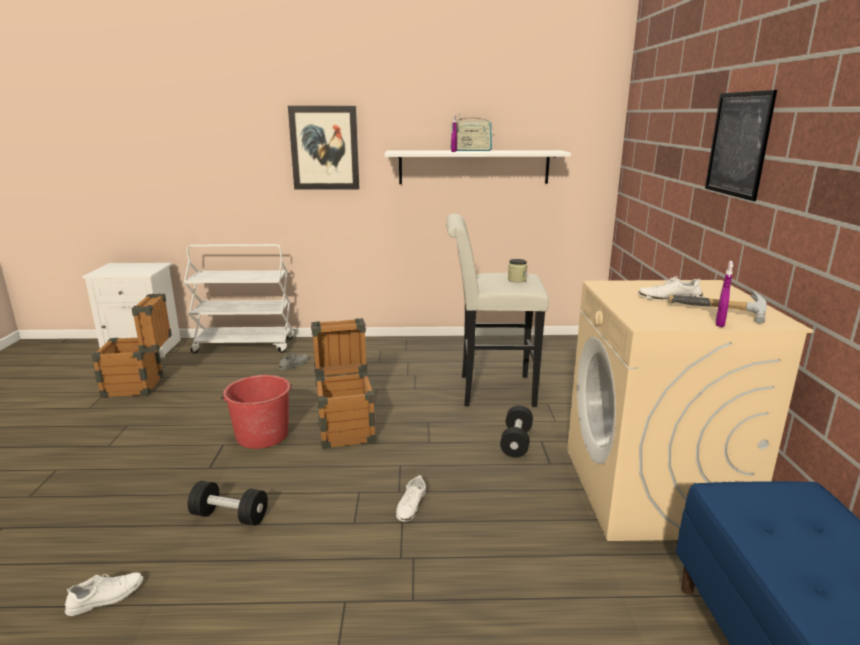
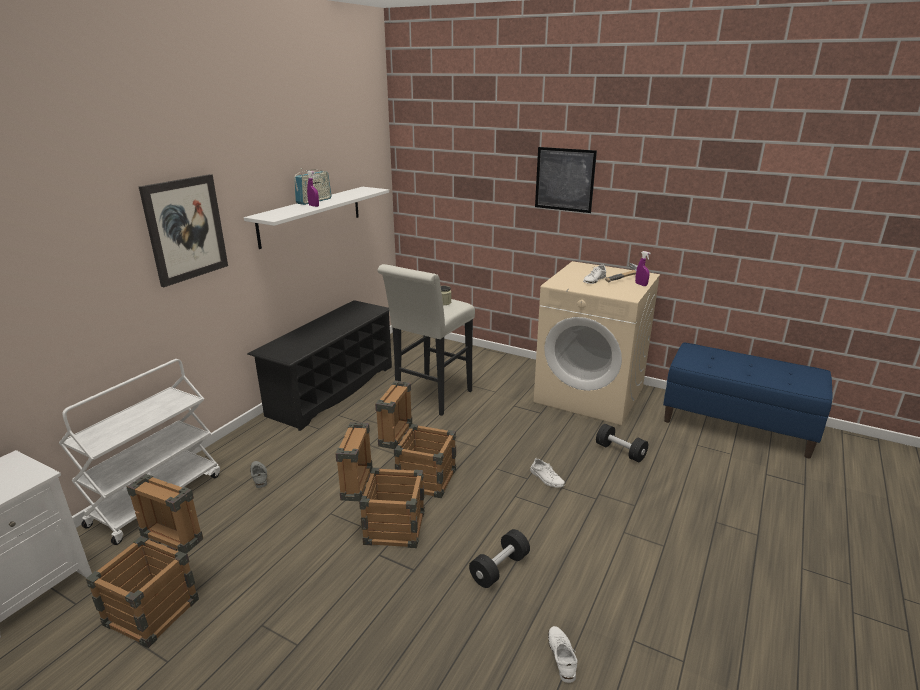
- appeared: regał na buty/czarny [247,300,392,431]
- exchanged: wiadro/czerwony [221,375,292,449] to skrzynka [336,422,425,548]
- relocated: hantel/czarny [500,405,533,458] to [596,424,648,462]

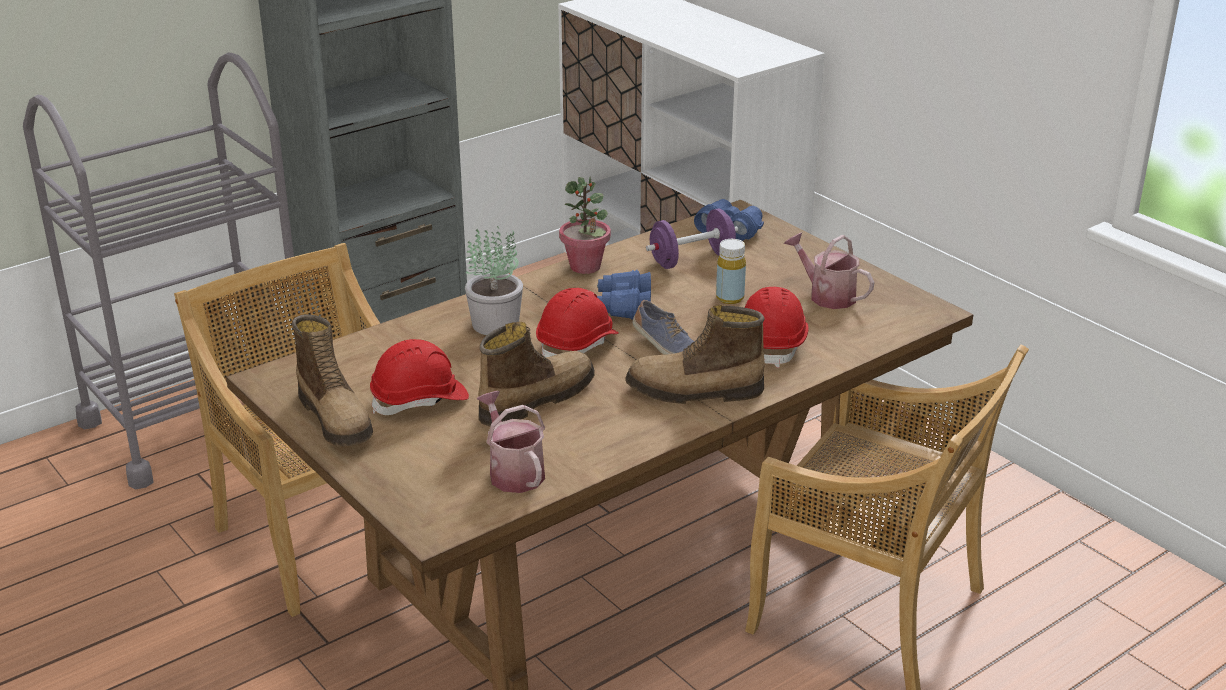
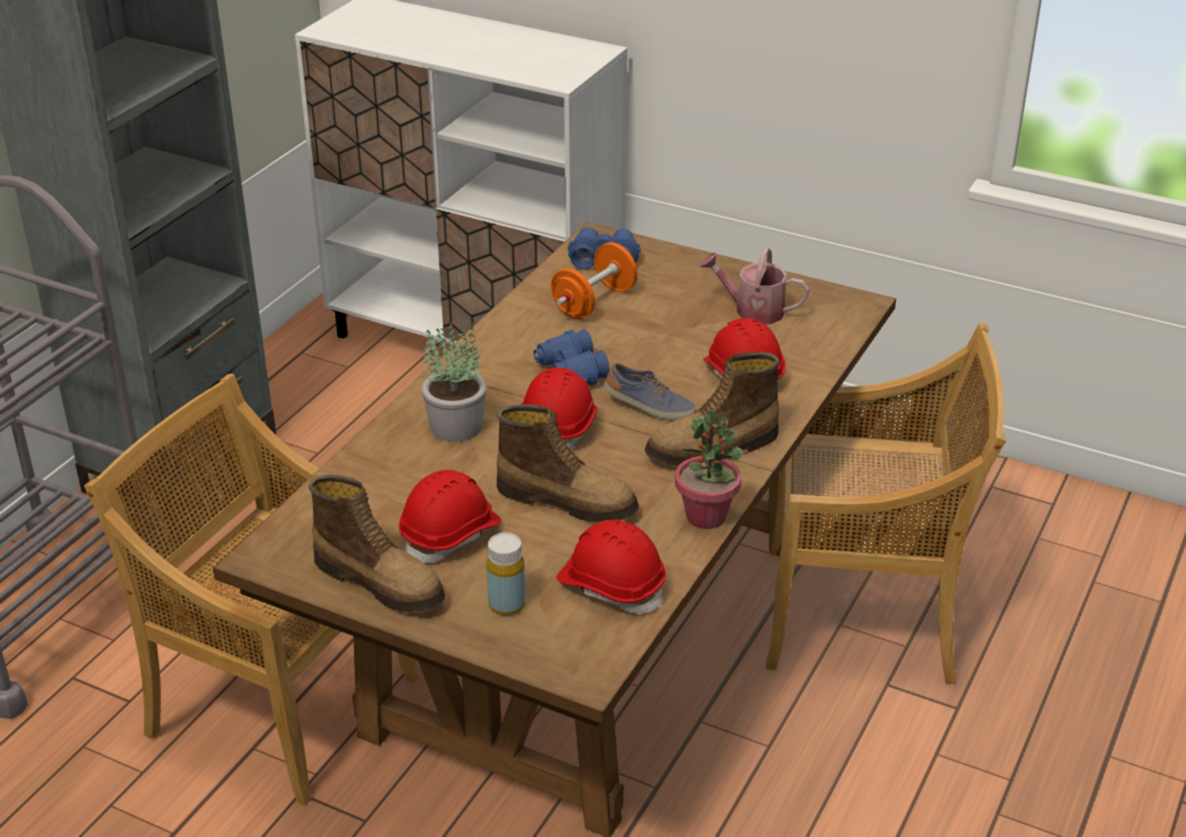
- relocated: butelka/żółty [716,239,746,304] to [486,533,526,615]
- spun: but z cholewką [478,322,595,426] = [497,404,639,522] 90 degrees clockwise
- colour: hantel/fioletowy [646,208,738,269] to hantel/pomarańczowy [551,242,638,319]
- exchanged: konewka [477,391,545,493] to kask/czerwony [556,520,666,614]
- relocated: roślina doniczkowa [559,177,611,274] to [675,410,743,529]

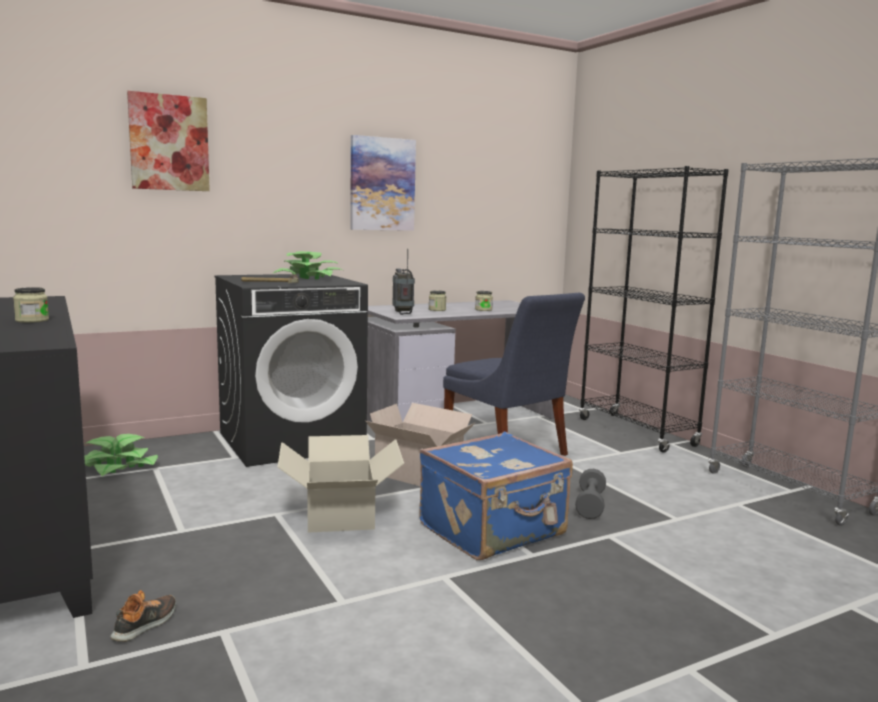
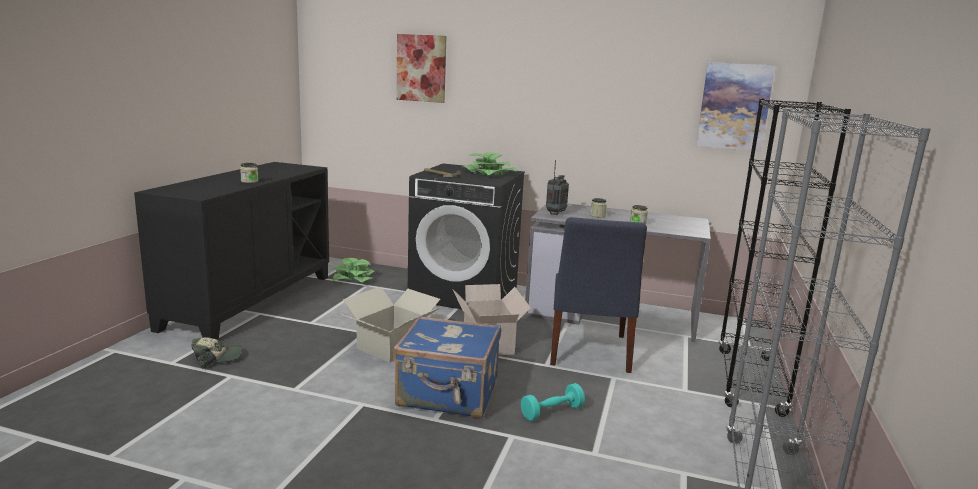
- exchanged: but [110,590,176,642] to czapka z daszkiem [192,337,242,369]
- colour: hantel/szary [575,469,606,519] to hantel/turkusowy [521,383,585,421]
- relocated: obraz [350,135,416,231] to [696,62,775,151]

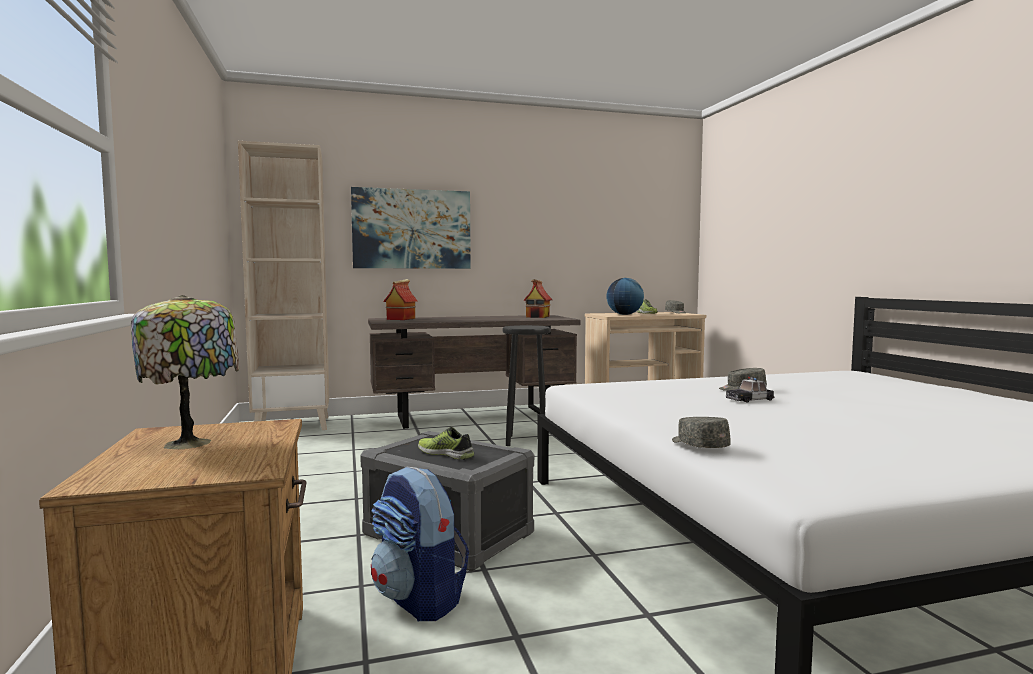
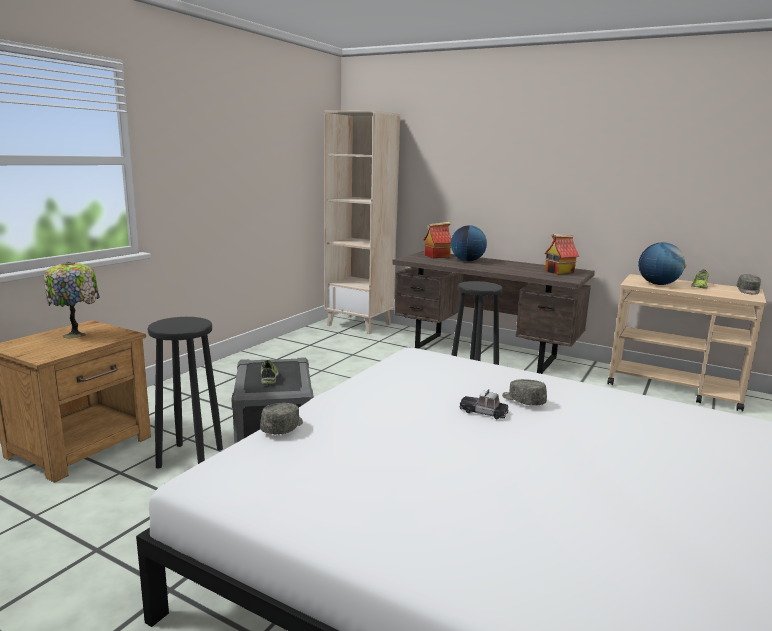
- exchanged: plecak [371,467,469,621] to stołek/czarny [148,317,223,468]
- appeared: globus [451,225,487,262]
- missing: obraz [351,187,471,269]

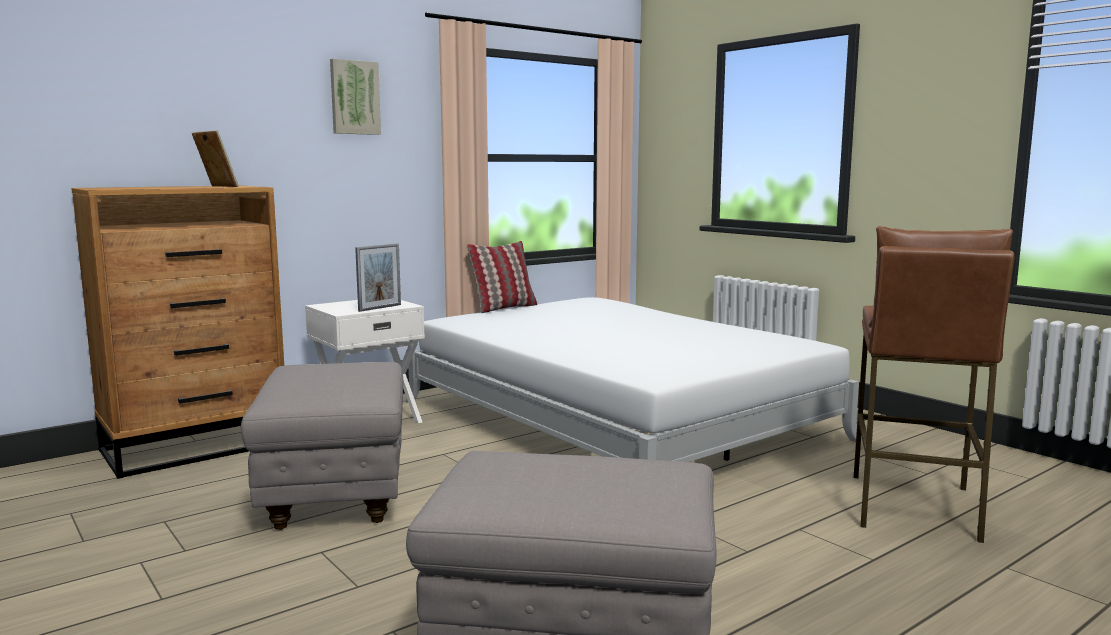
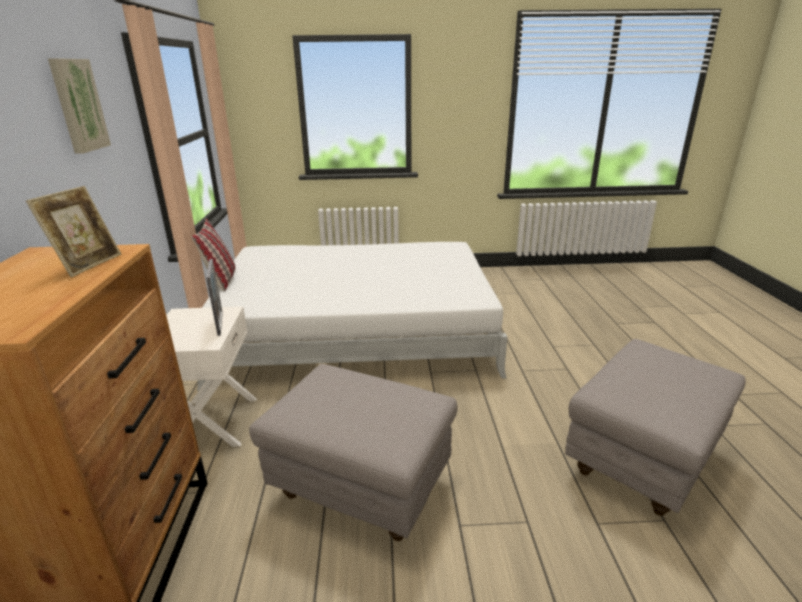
- spun: ramka na zdjęcie [192,130,239,187] = [26,186,121,277] 120 degrees clockwise
- missing: stołek/brązowy [854,226,1015,543]

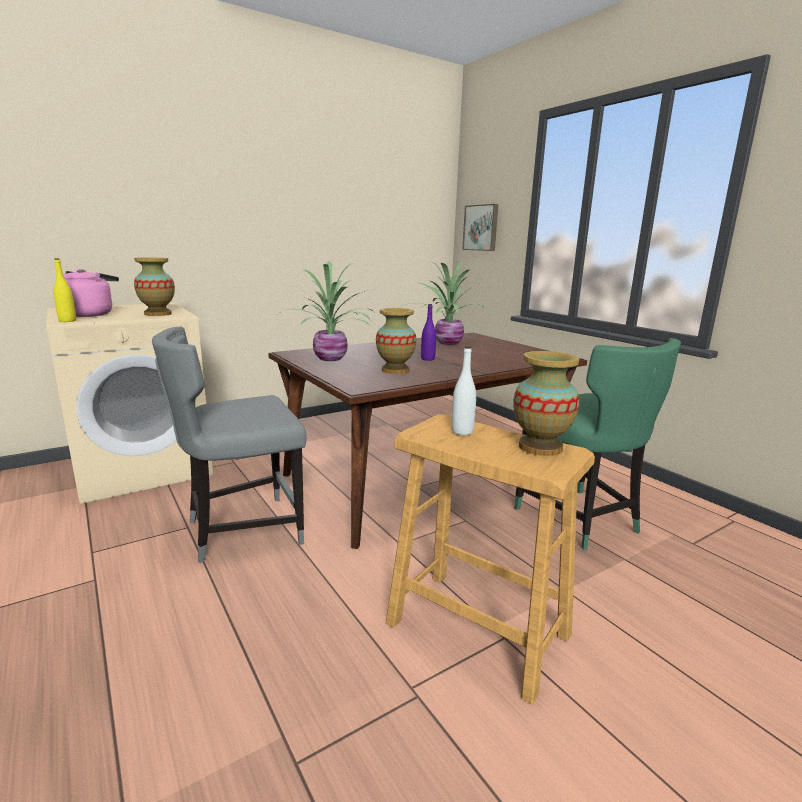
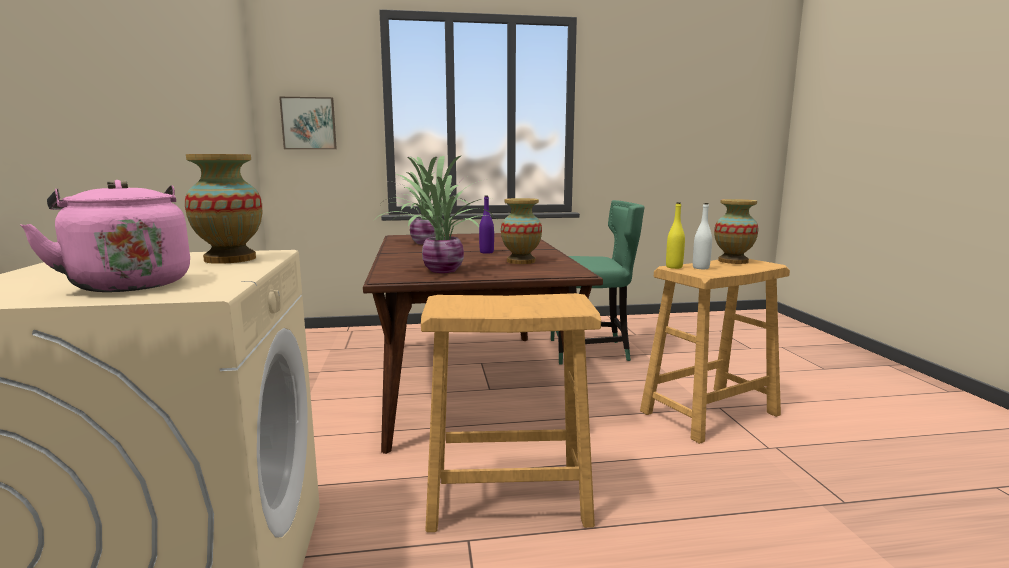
- exchanged: krzesło/szary [152,326,307,563] to stołek/beżowy [421,293,601,532]
- relocated: butelka/żółty [53,258,76,322] to [666,202,685,269]

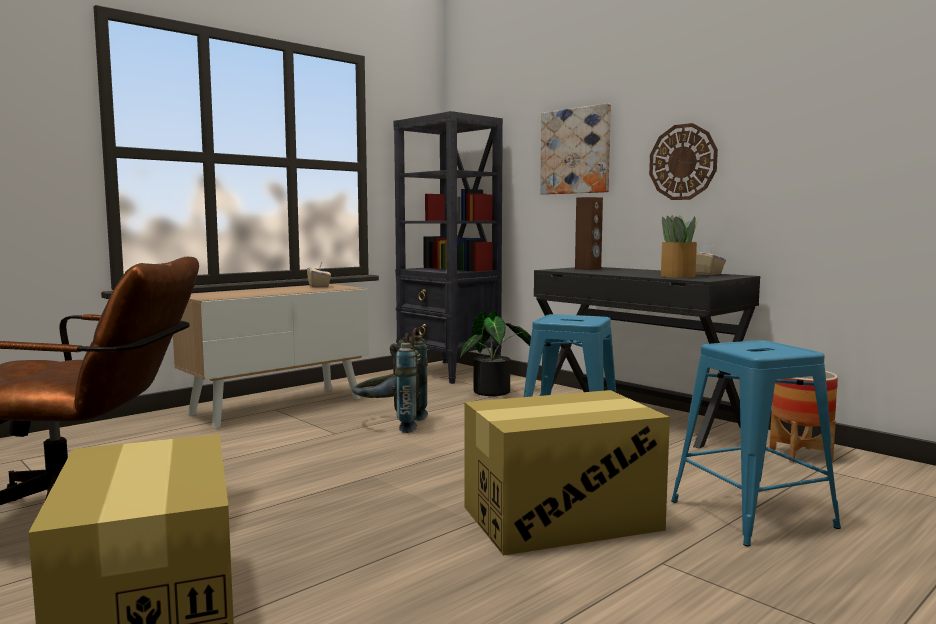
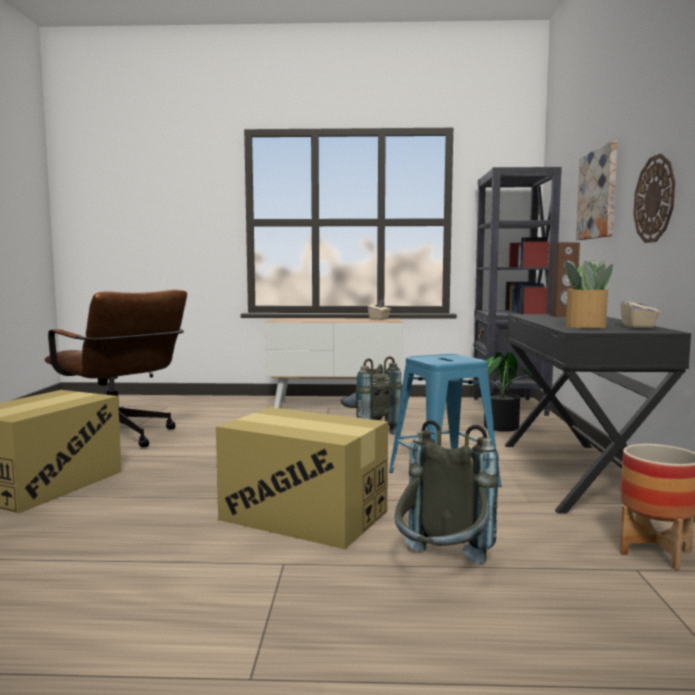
- exchanged: stołek/niebieski [671,340,841,547] to plecak/szary [395,420,499,564]

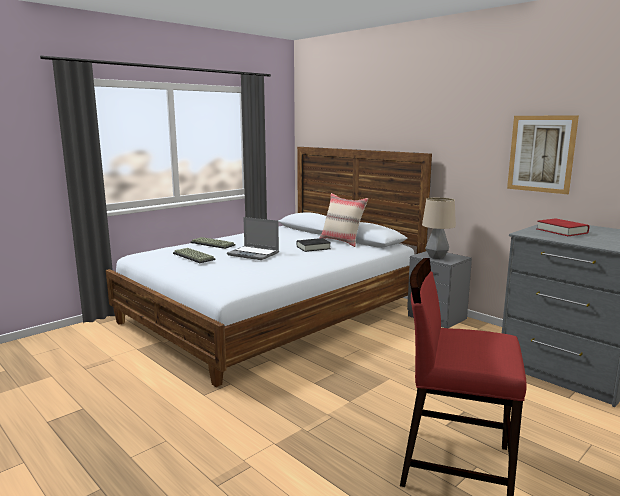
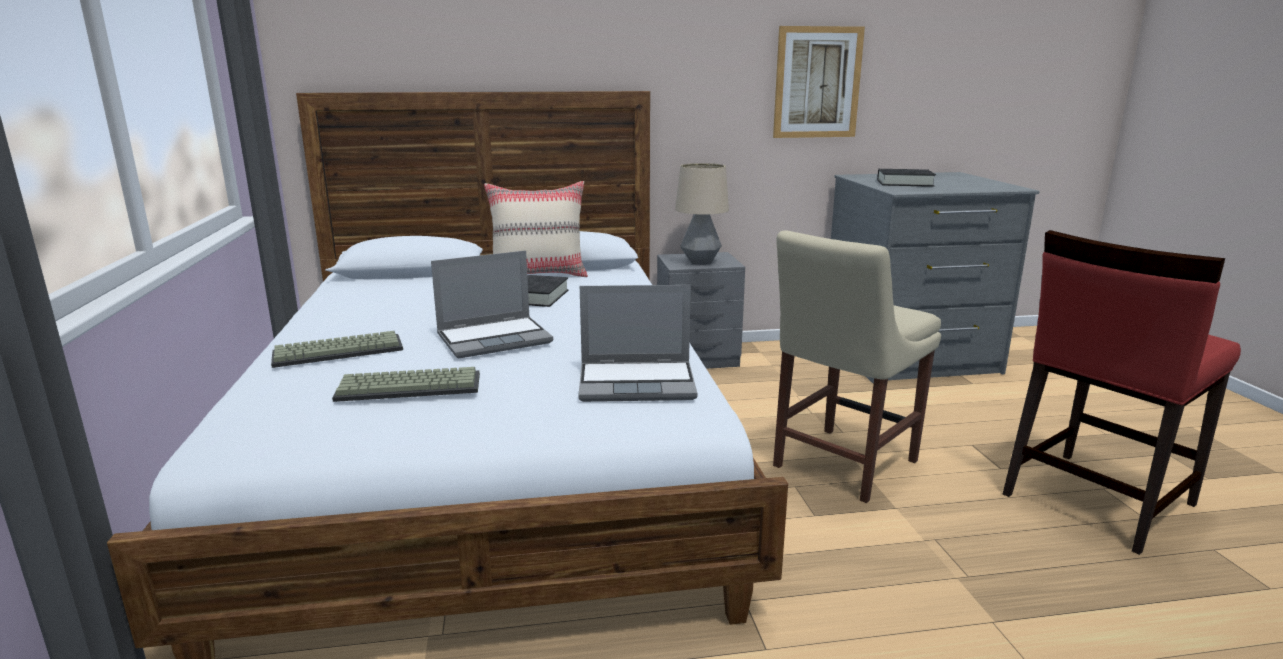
- appeared: laptop [578,285,697,402]
- appeared: krzesło/beżowy [773,230,941,503]
- colour: książka/czerwony [536,218,589,236] to książka/czarny [877,169,936,187]

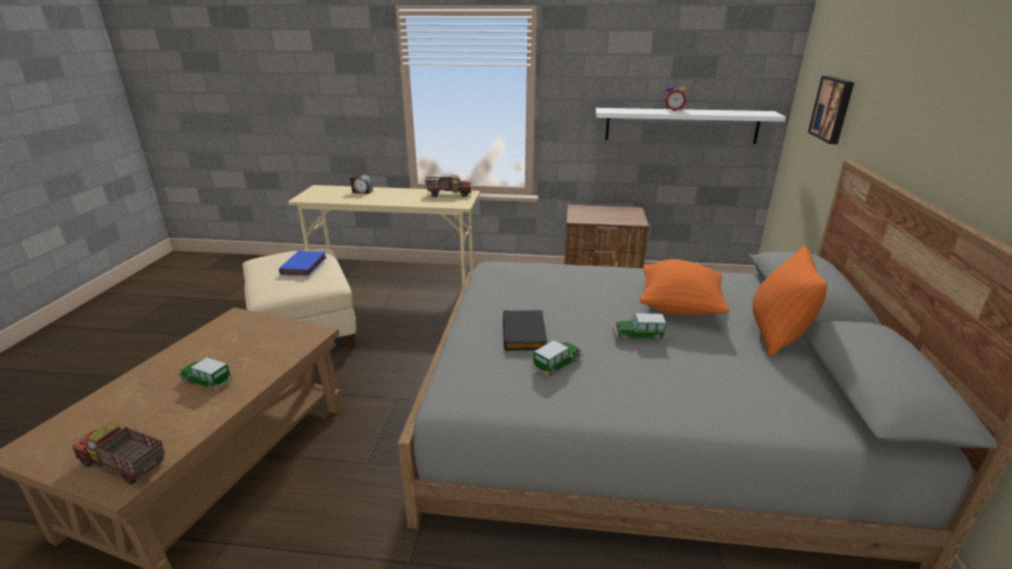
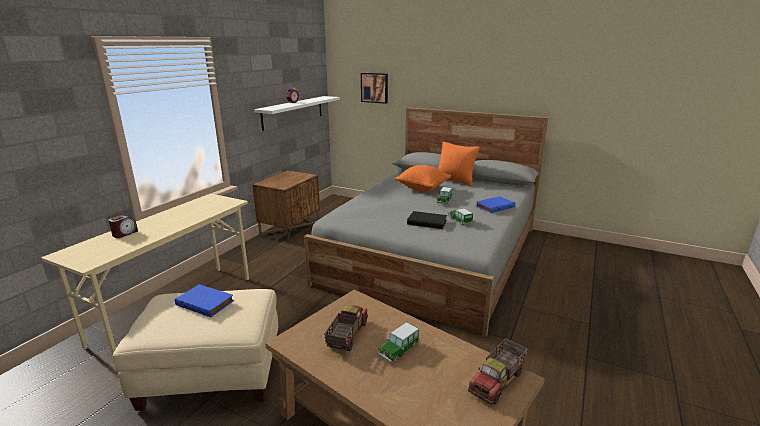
- relocated: ciężarówka zabawkowa [425,176,471,197] to [324,306,368,351]
- appeared: książka/niebieski [476,196,515,213]

